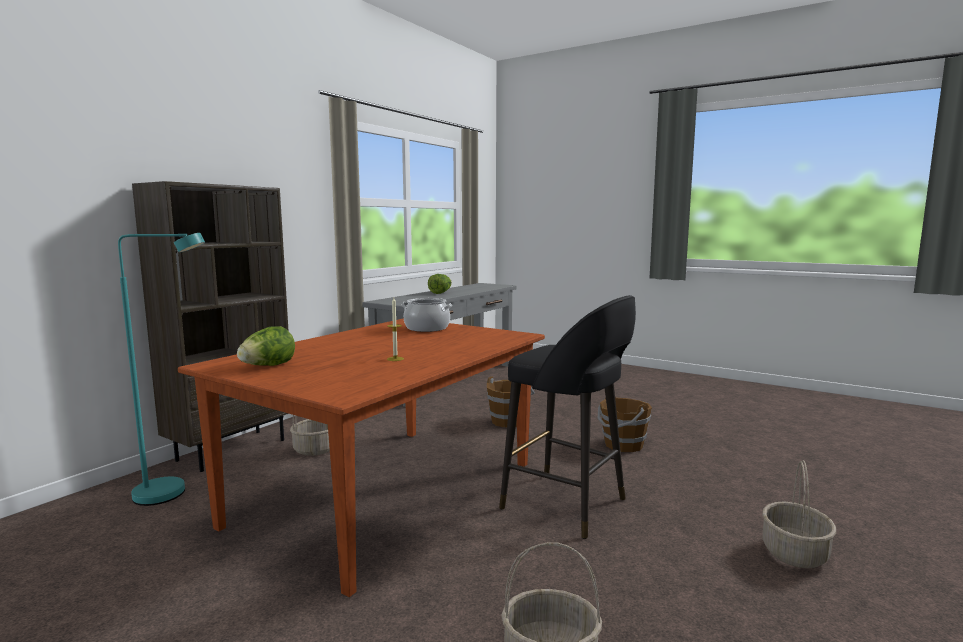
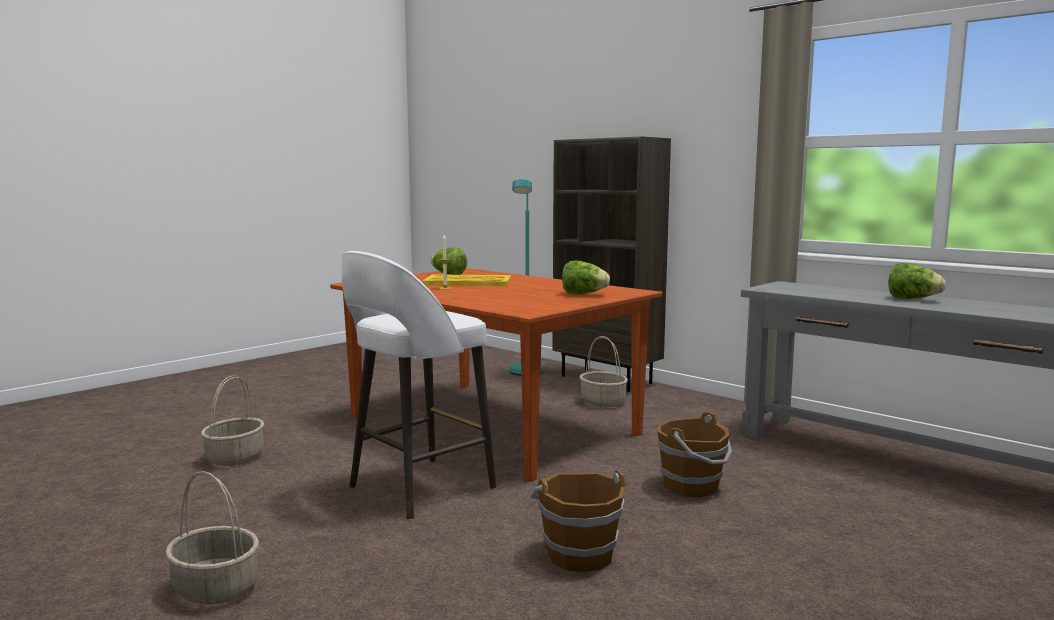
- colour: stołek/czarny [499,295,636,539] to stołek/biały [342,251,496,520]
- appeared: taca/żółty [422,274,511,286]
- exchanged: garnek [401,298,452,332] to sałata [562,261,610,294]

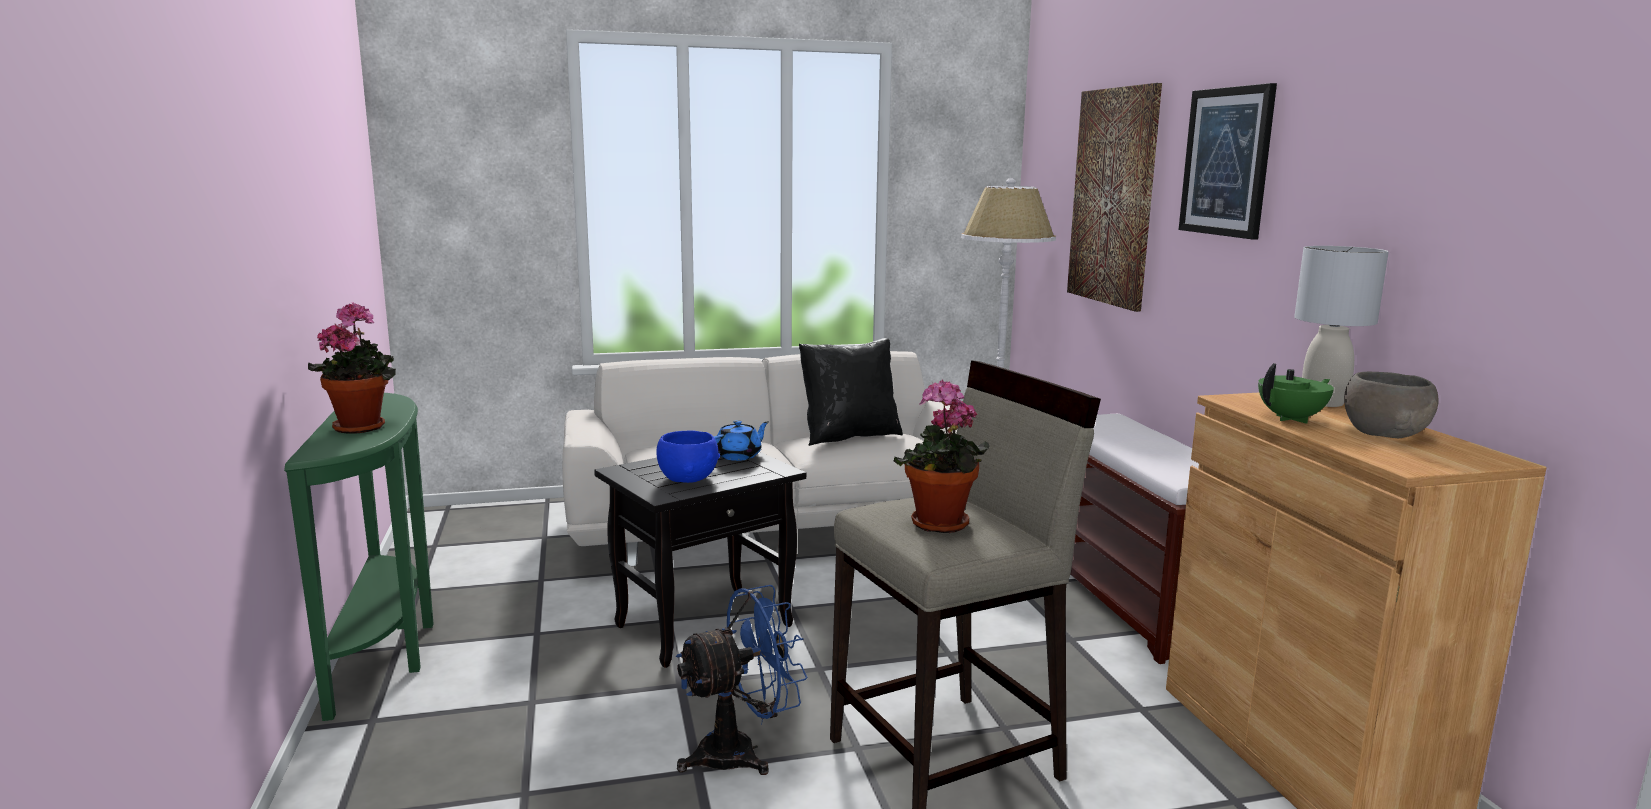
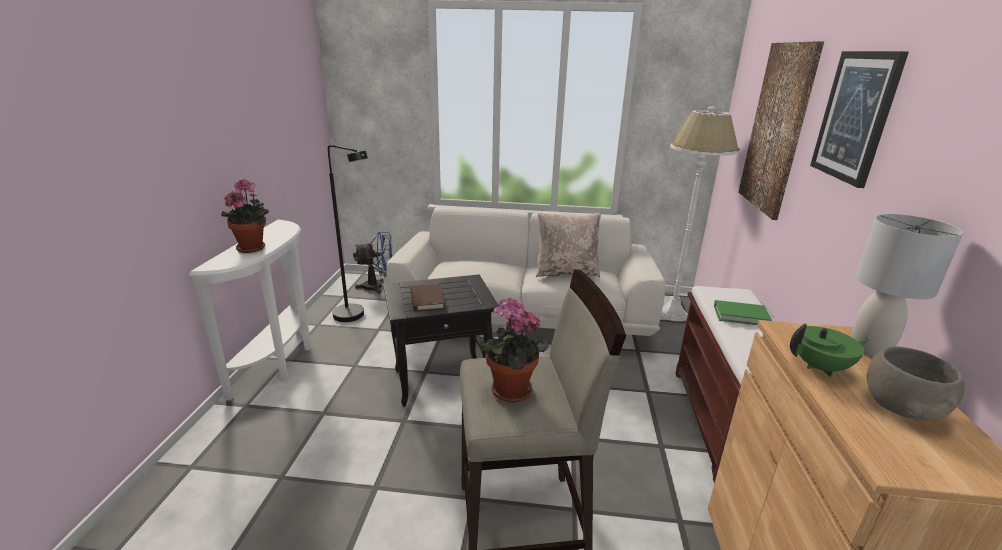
- colour: stolik konsolowy/zielony [284,393,434,721] to stolik konsolowy/biały [189,219,311,400]
- appeared: lampa stojąca/czarny [328,145,368,322]
- relocated: wentylator/niebieski [676,585,807,775] to [353,232,392,294]
- exchanged: miska/niebieski [656,430,720,483] to książka/brązowy [411,284,445,312]
- colour: poduszka/czarny [799,338,903,446] to poduszka/beżowy [536,212,601,277]
- appeared: książka/zielony [714,300,772,325]
- missing: imbryk/niebieski [714,420,769,461]

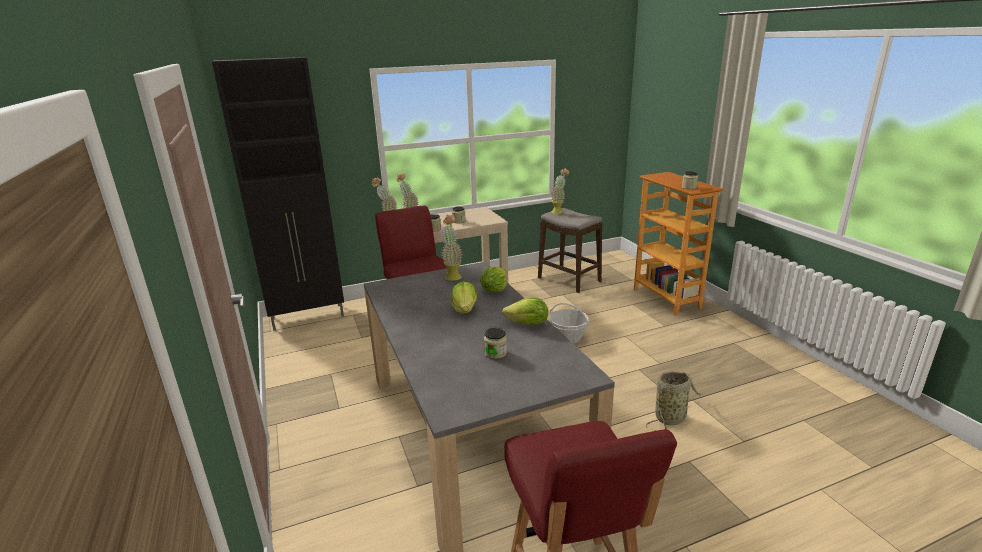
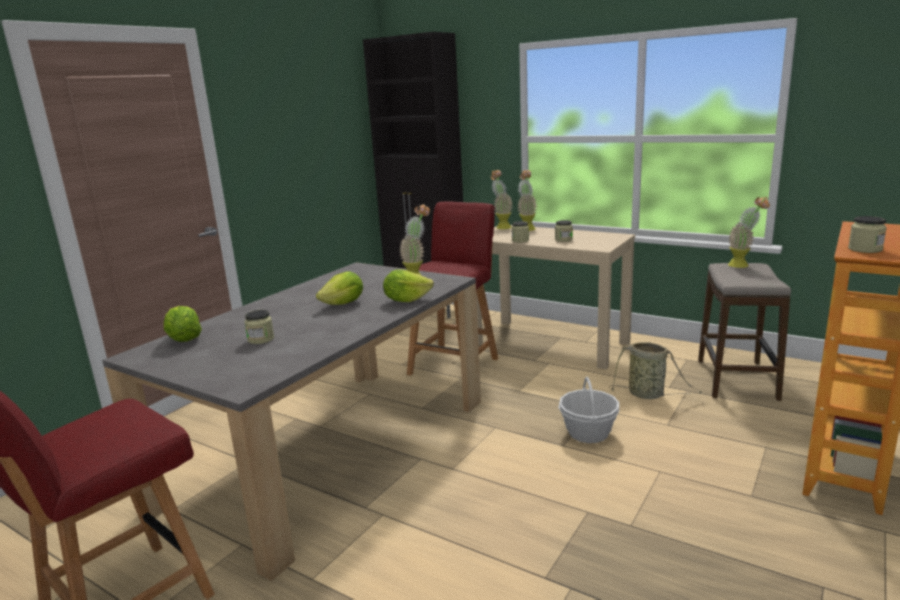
- relocated: sałata [502,297,548,325] to [164,306,202,342]
- relocated: koszyk [646,371,703,431] to [609,342,702,399]

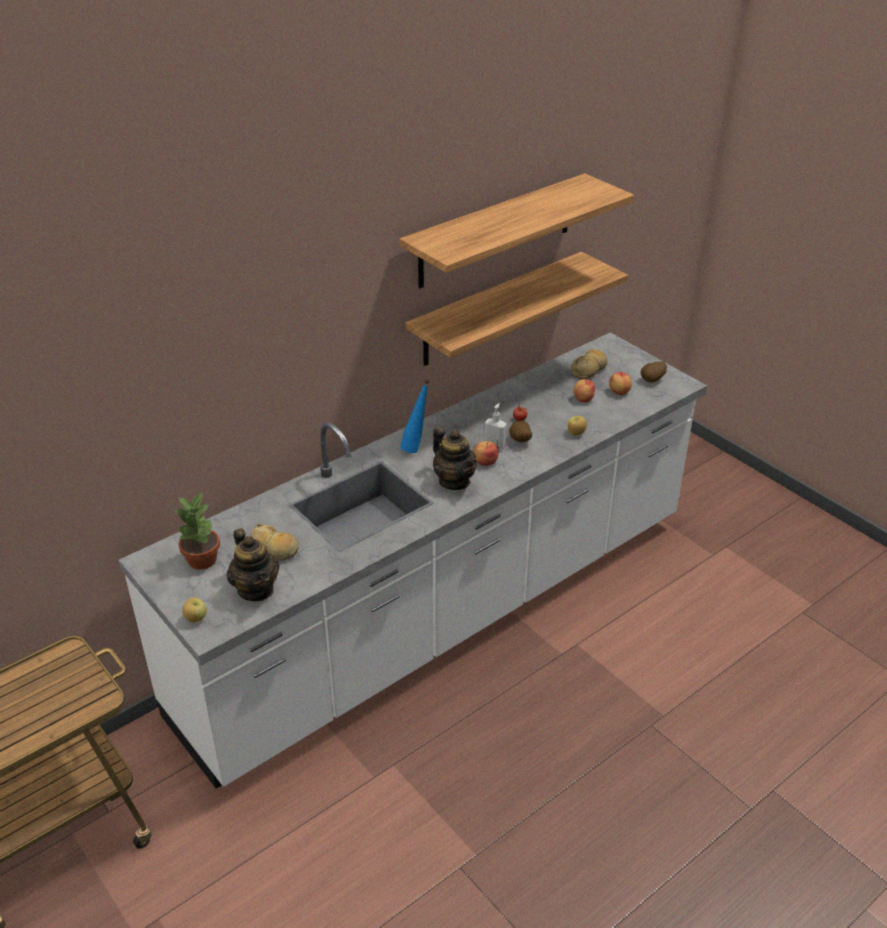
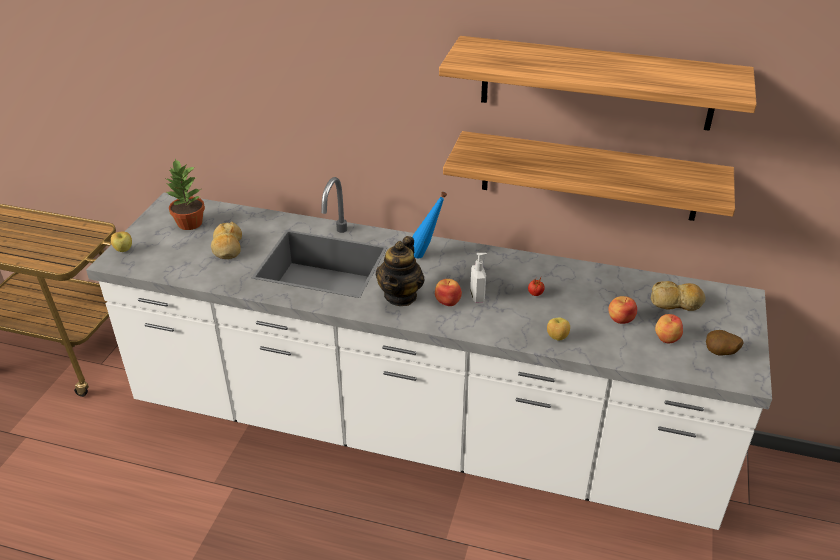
- missing: imbryk [227,528,280,601]
- missing: ziemniak [509,421,532,442]

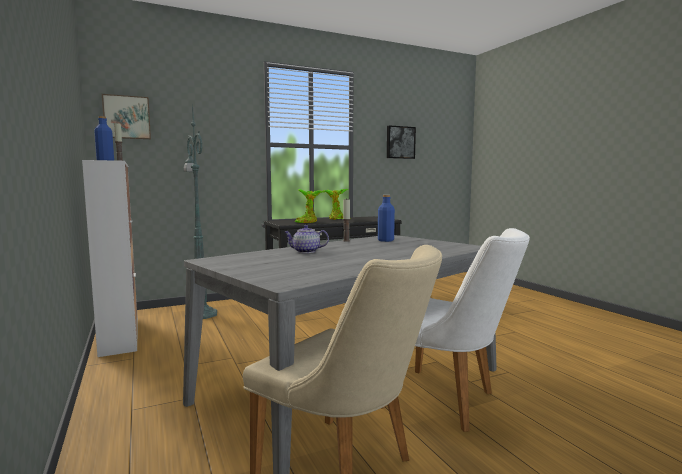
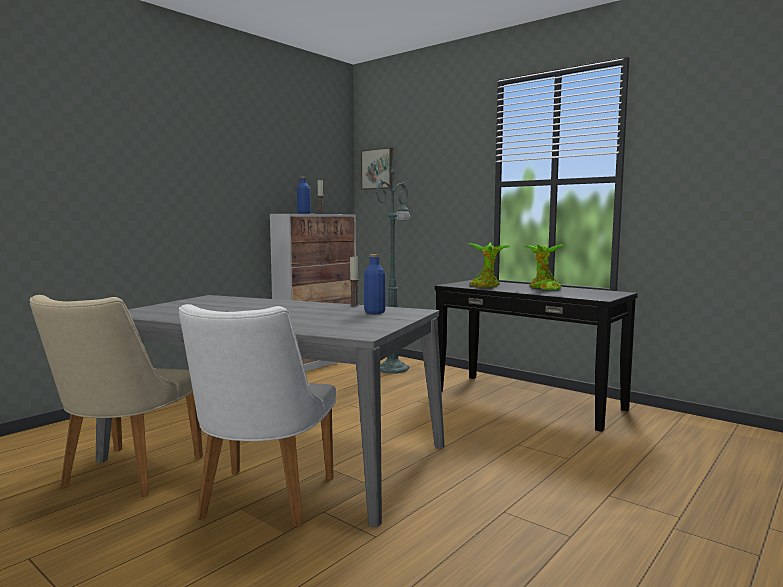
- missing: imbryk [284,225,329,253]
- missing: obraz [387,125,416,159]

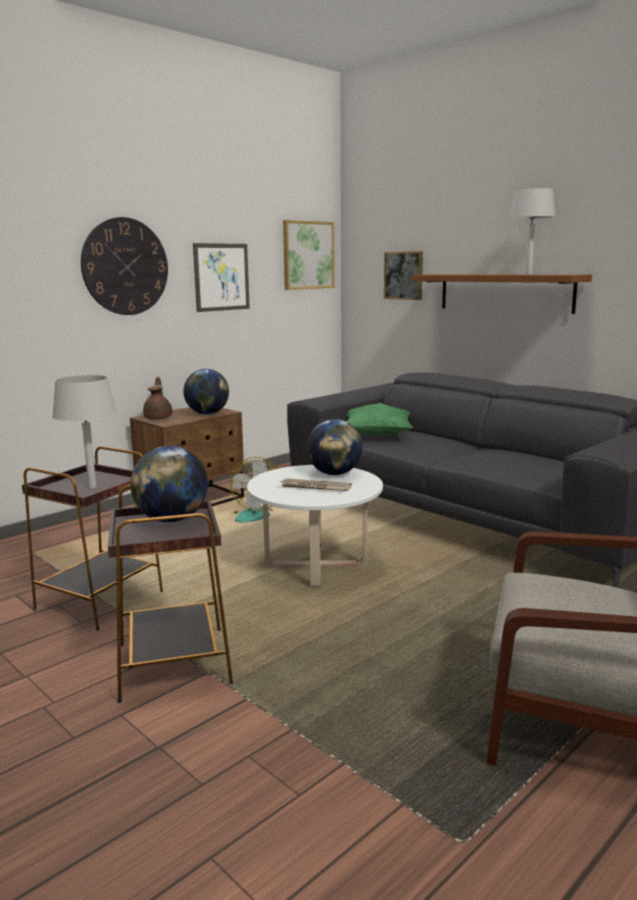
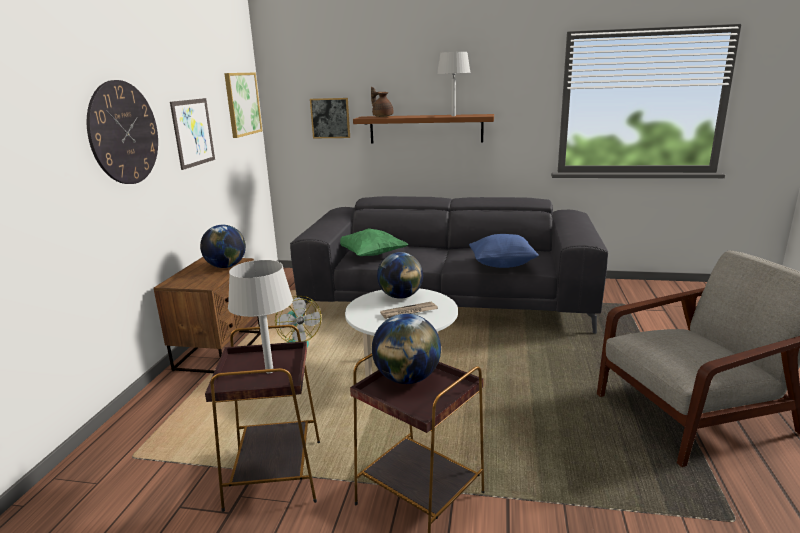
- relocated: imbryk/brązowy [143,377,172,420] to [371,87,393,117]
- appeared: poduszka/niebieski [469,234,539,268]

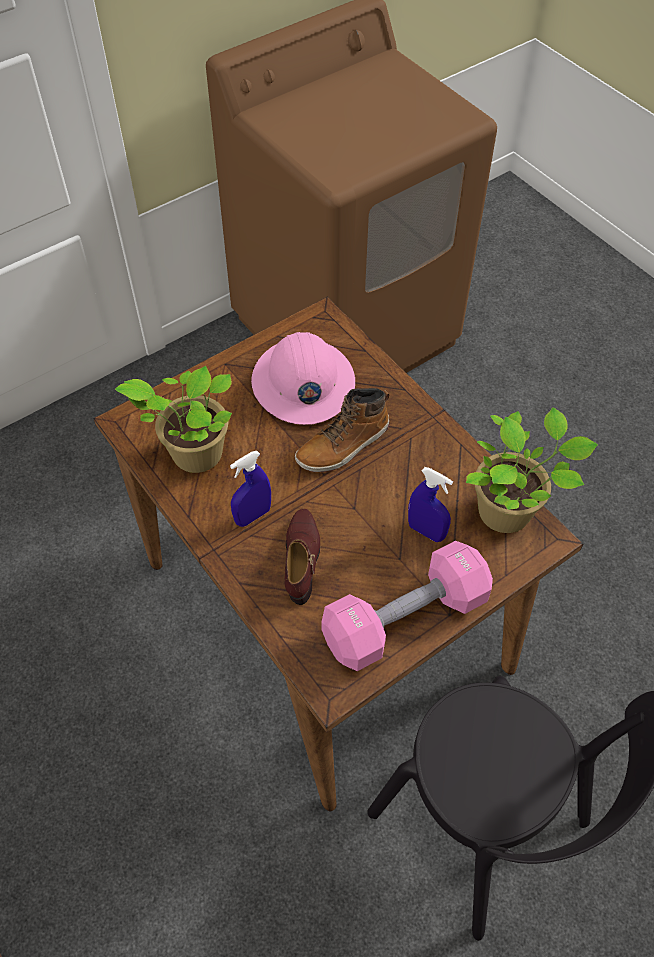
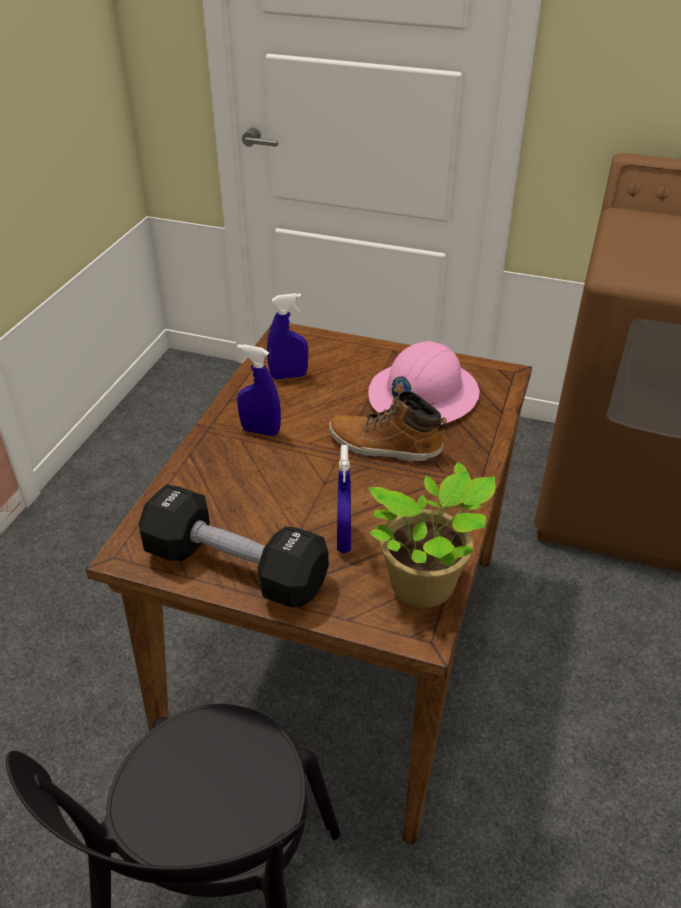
- colour: hantel/różowy [321,541,493,671] to hantel/czarny [139,485,329,608]
- exchanged: roślina doniczkowa [115,366,232,473] to spryskiwacz/niebieski [267,293,308,379]
- missing: but/brązowy [284,509,320,605]

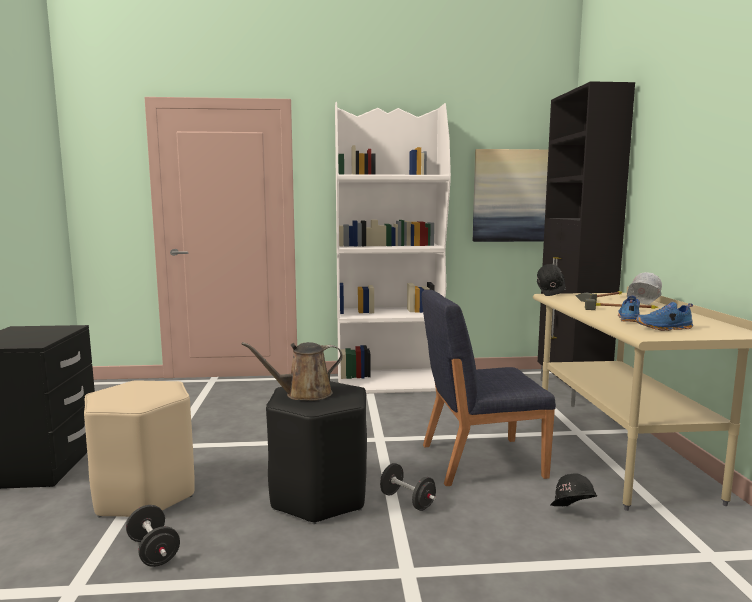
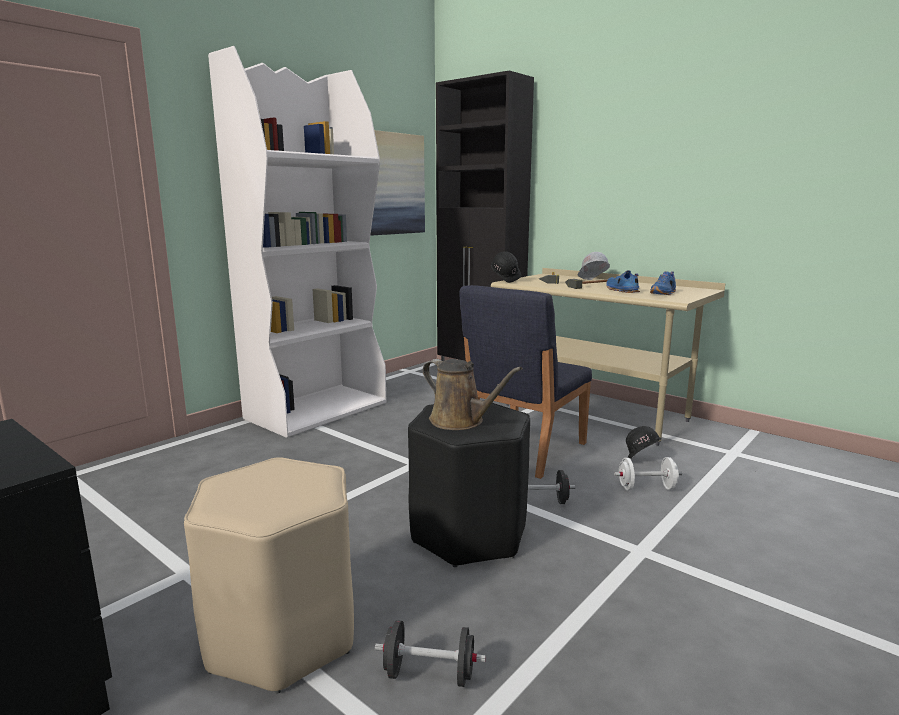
- spun: konewka/brązowy [242,342,343,401] = [423,359,523,430] 75 degrees counterclockwise
- appeared: hantel/biały [614,457,682,490]

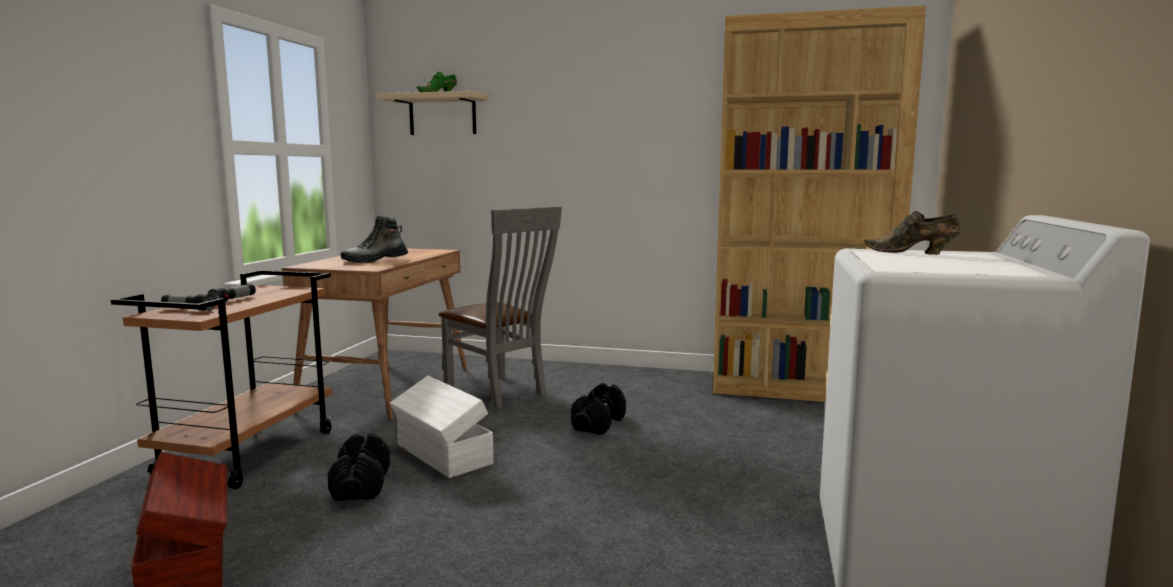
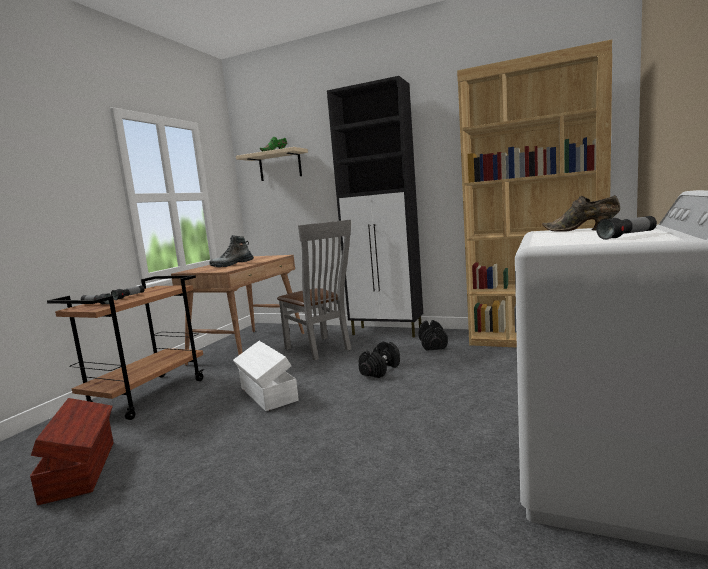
- appeared: szafka/czarny [327,76,423,338]
- relocated: hantel/czarny [328,433,390,501] to [418,320,448,351]
- appeared: latarka [596,216,657,240]

